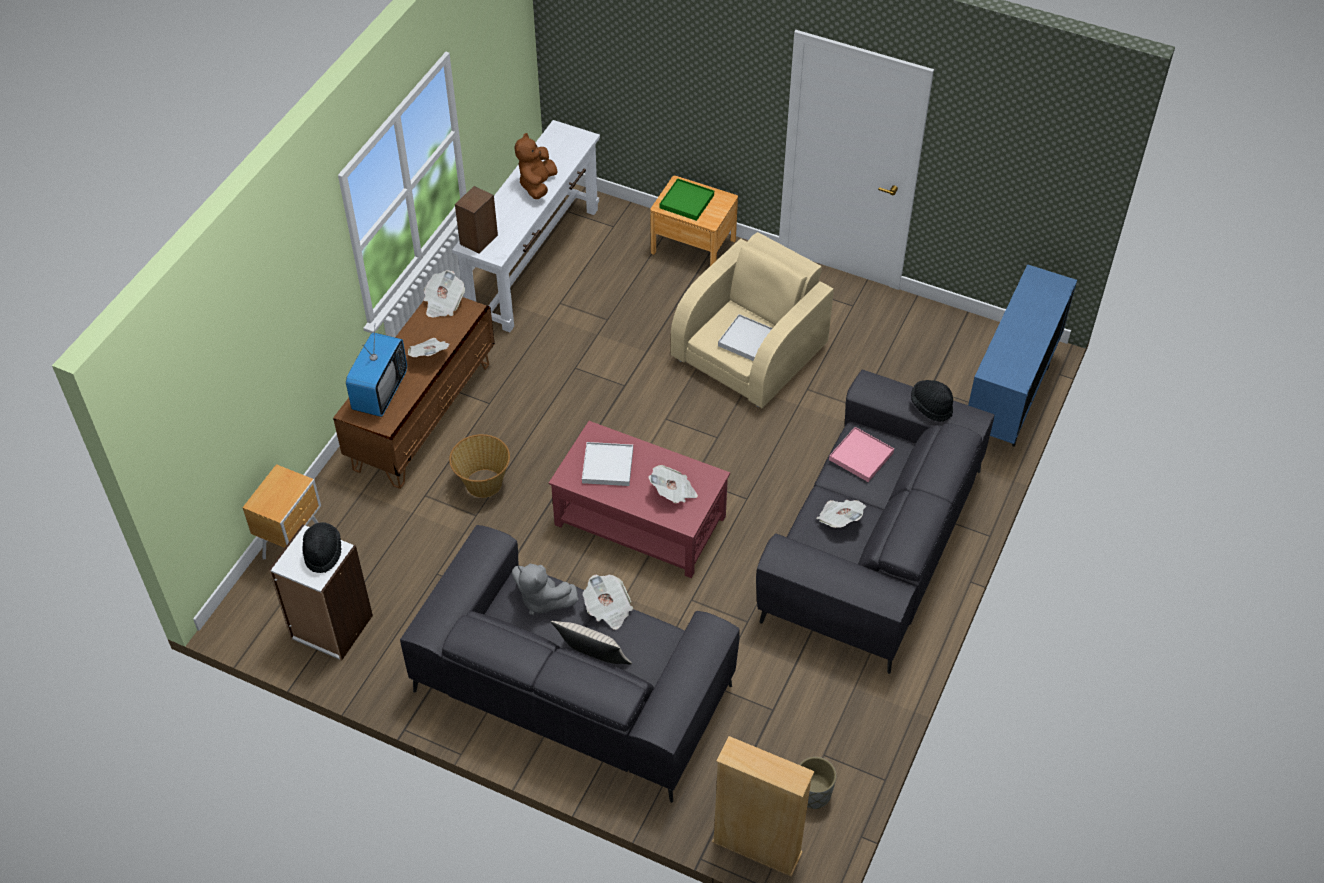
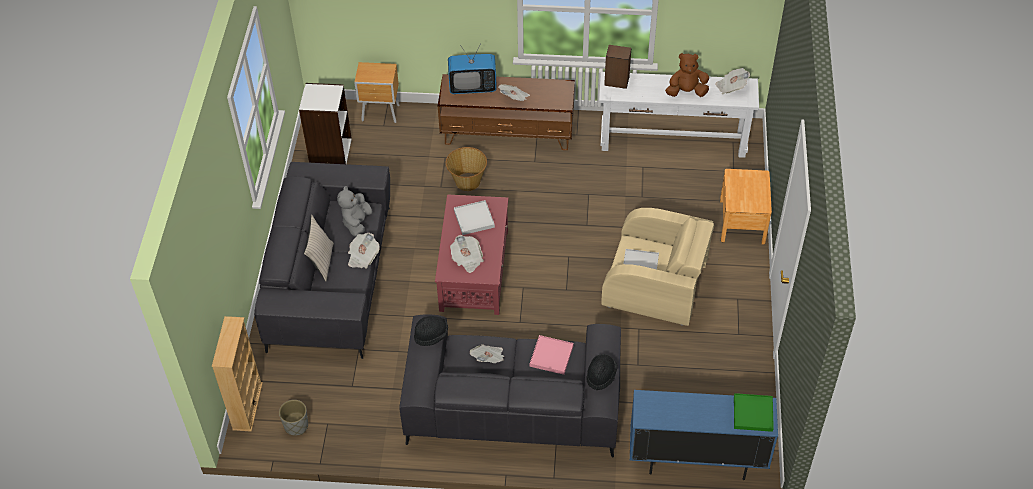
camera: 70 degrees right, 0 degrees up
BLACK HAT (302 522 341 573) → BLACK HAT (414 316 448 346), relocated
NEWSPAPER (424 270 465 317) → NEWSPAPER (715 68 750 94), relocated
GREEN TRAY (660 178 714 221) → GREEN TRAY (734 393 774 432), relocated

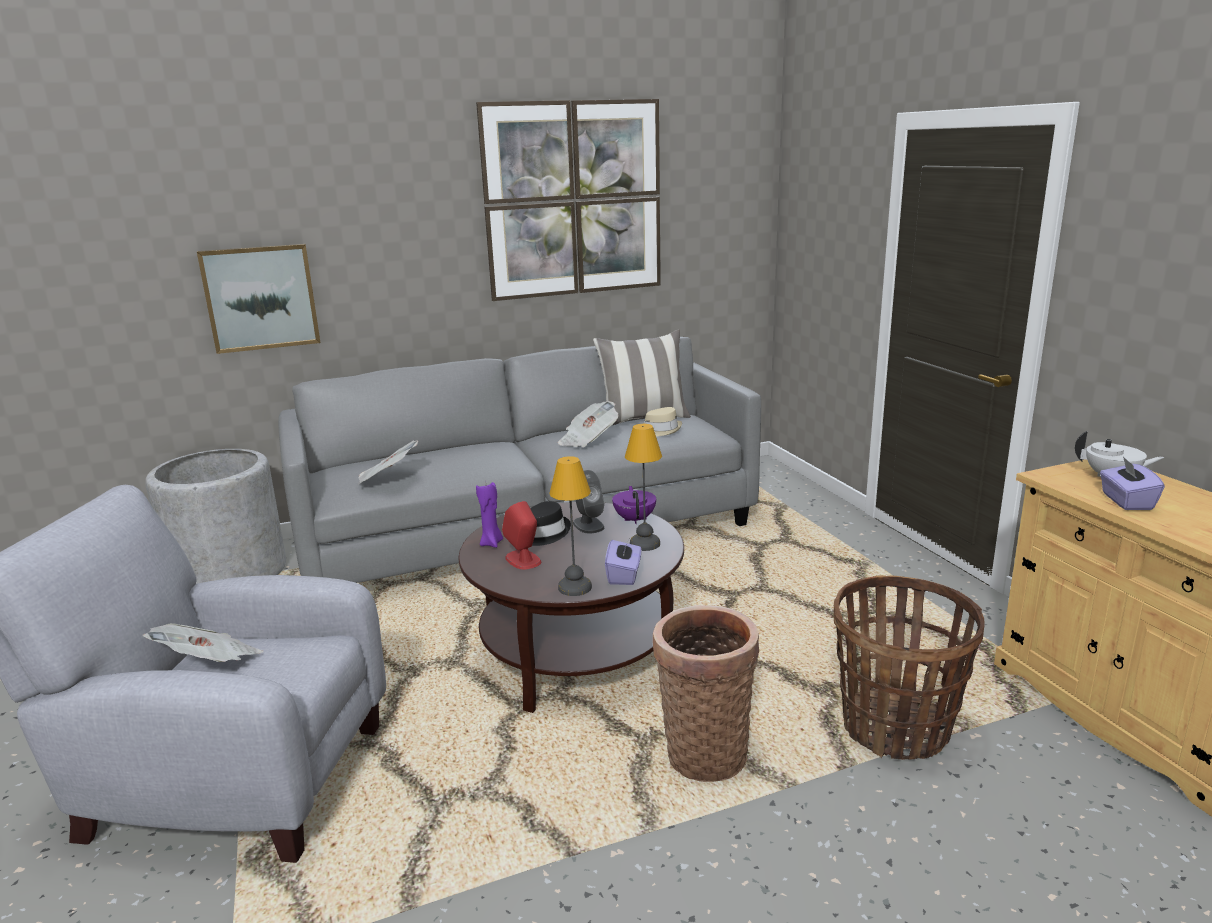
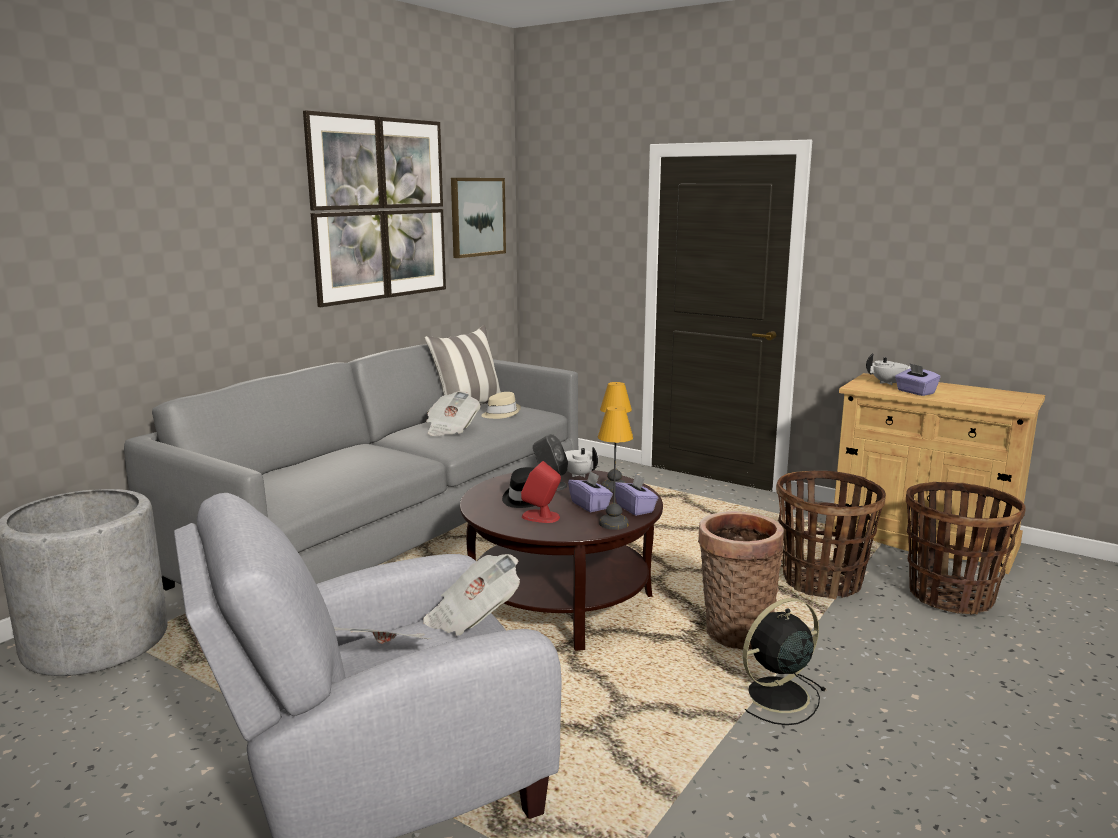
camera: 35 degrees left, 5 degrees down
PICTURE (197 244 320 354) → PICTURE (451 178 506 258), relocated
NEWSPAPER (359 440 418 484) → NEWSPAPER (423 554 520 636), relocated
PURPLE CANDLE (476 482 503 548) → -
PURPLE TEAPOT (612 486 656 524) → WHITE TEAPOT (564 447 599 478)
- → PURPLE TISSUE BOX (568 471 613 512)
- → BLACK FAN (743 598 827 725)
- → BASKET (906 482 1026 615)

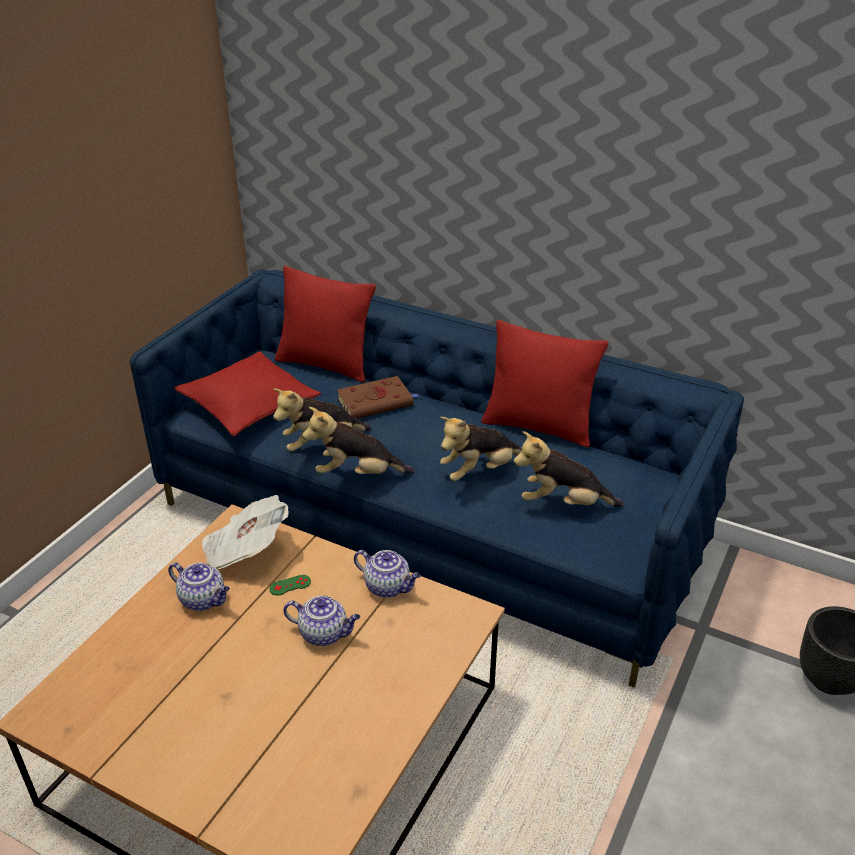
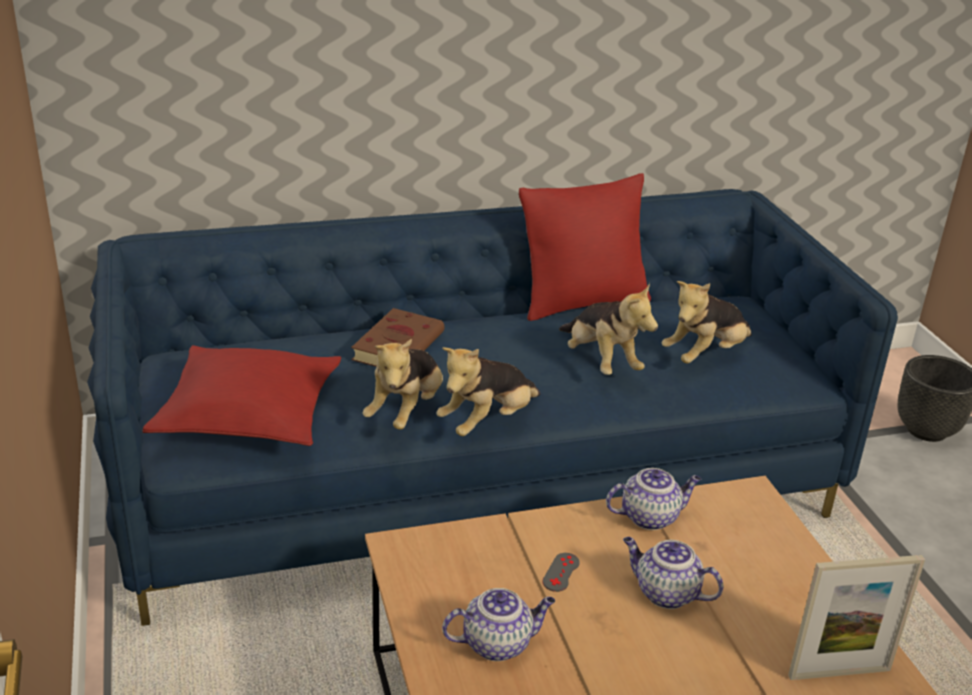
camera: 45 degrees left, 5 degrees down
NEWSPAPER (202 495 289 569) → -
GREEN GAME CONTROLLER (269 575 311 595) → GREY GAME CONTROLLER (542 553 580 592)
RED PILLOW (275 266 376 382) → -
TEAPOT (283 596 360 646) → TEAPOT (623 537 724 609), 120 degrees counterclockwise
PLUSH TOY (440 417 522 481) → PLUSH TOY (559 283 658 375), 45 degrees counterclockwise
- → PICTURE FRAME (788 555 925 680)

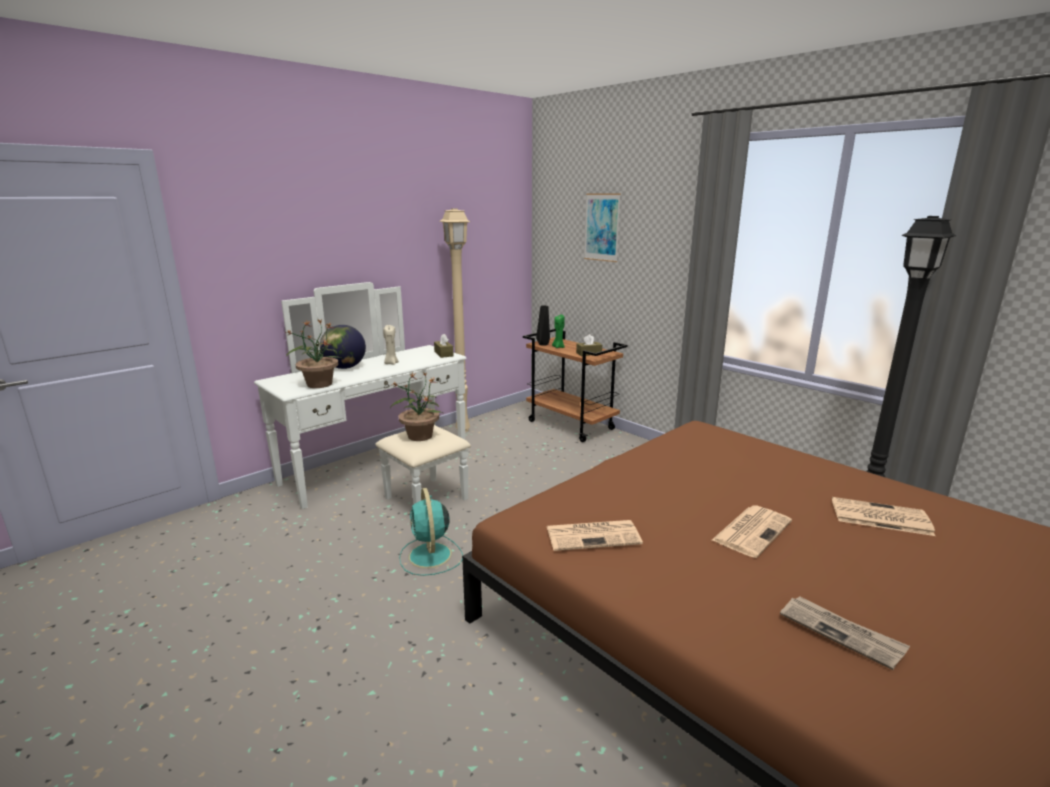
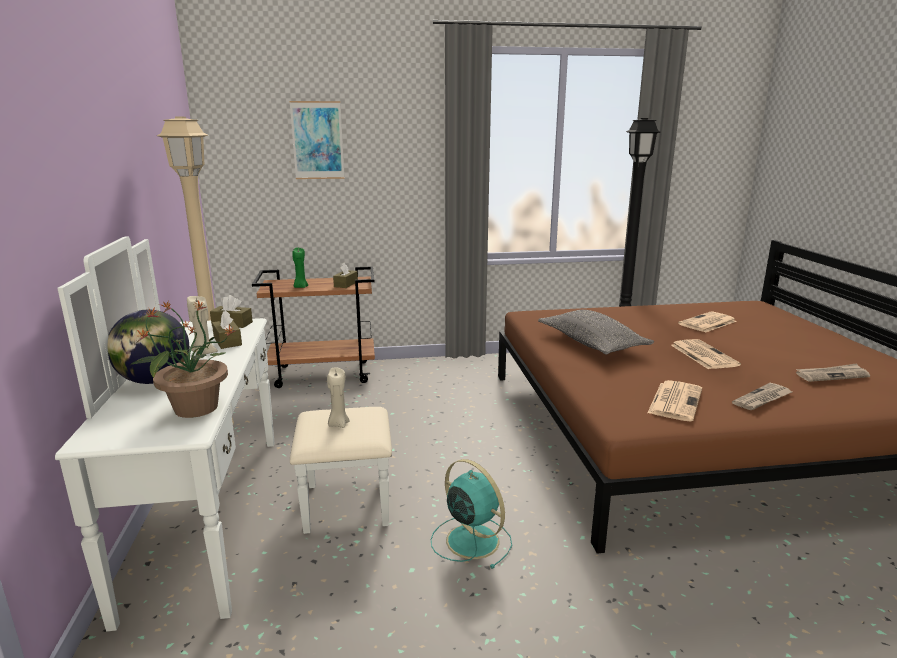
camera: 55 degrees left, 0 degrees up
POTTED PLANT (391 372 444 441) → BEIGE CANDLE (327 367 350 428)
TURQUOISE FAN (399 488 463 576) → TURQUOISE FAN (431 459 512 569), 150 degrees counterclockwise
BLACK VASE (536 305 550 346) → -
- → BROWN TISSUE BOX (212 310 242 349)
- → GREY PILLOW (538 310 654 355)
- → NEWSPAPER (732 383 792 410)

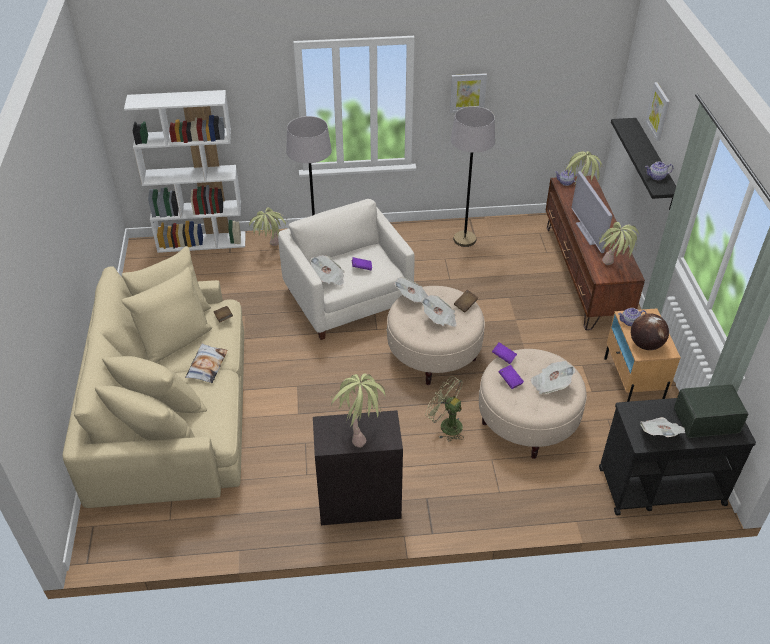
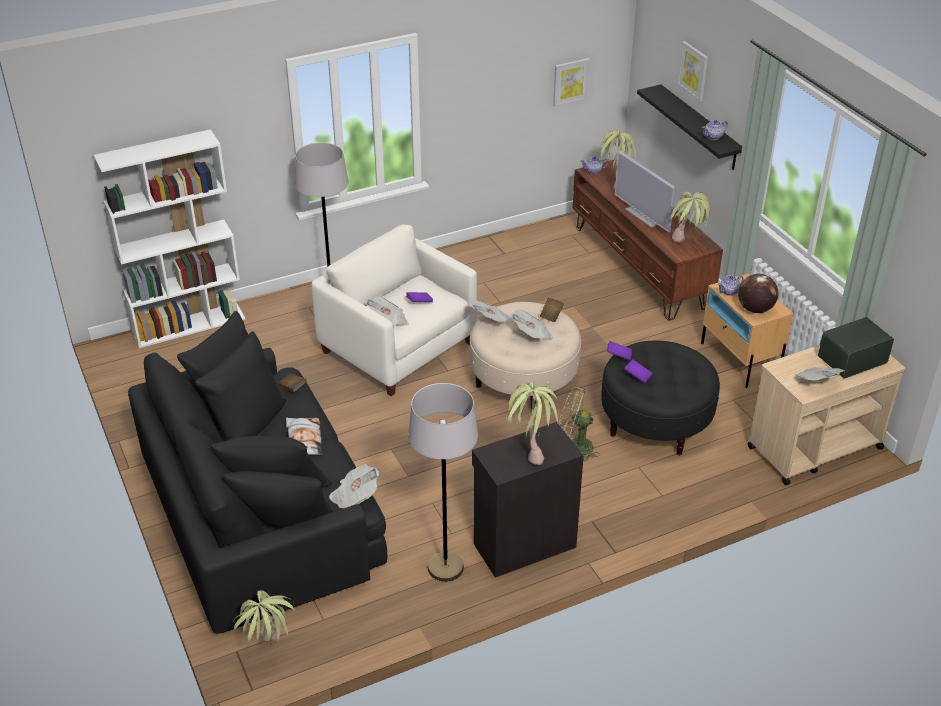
camera: 20 degrees left, 5 degrees down
BEIGE SOFA (63 246 244 508) → BLACK SOFA (128 311 387 634)
POTTED PLANT (249 207 286 246) → POTTED PLANT (233 590 295 643), relocated
PICTURE (450 73 487 113) → PICTURE (553 58 590 107), relocated
GREY FLOOR LAMP (451 106 495 247) → GREY FLOOR LAMP (408 383 478 582), relocated
BEIGE OTTOMAN (479 349 587 459) → BLACK OTTOMAN (601 341 720 455)
NEWSPAPER (530 361 575 394) → NEWSPAPER (329 464 379 508), relocated
BLACK CART (599 398 756 515) → BEIGE CART (747 345 905 485)

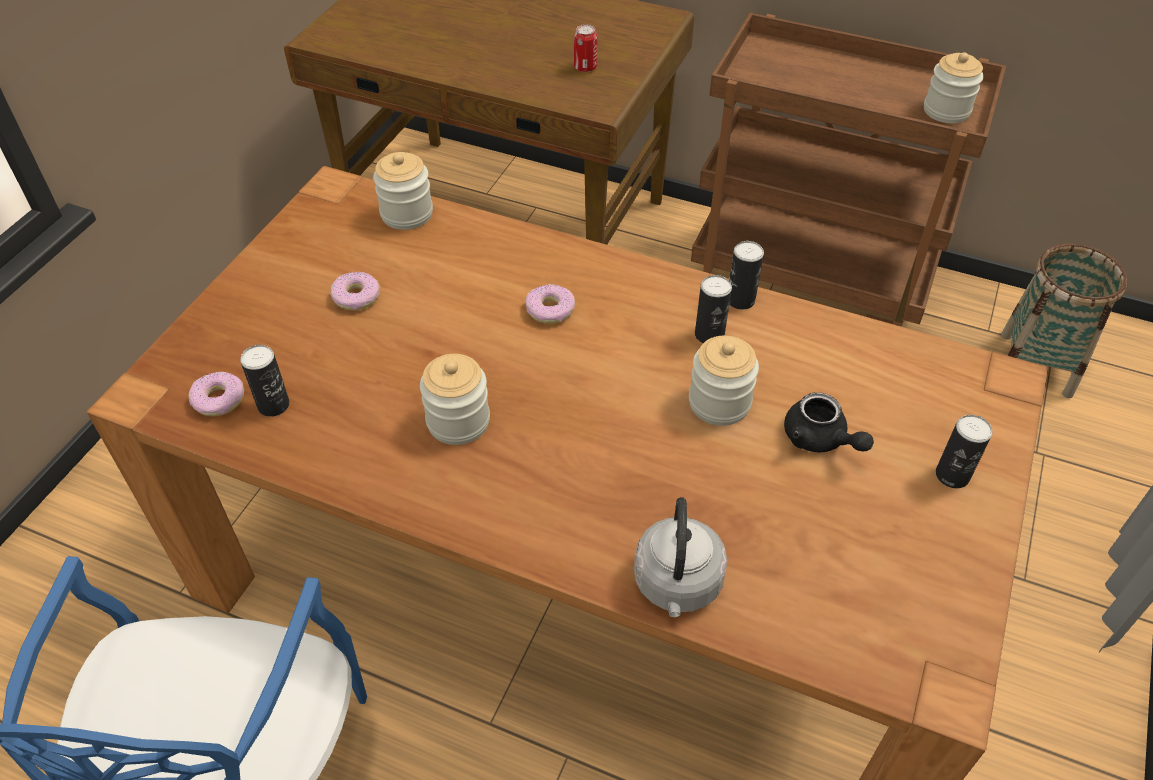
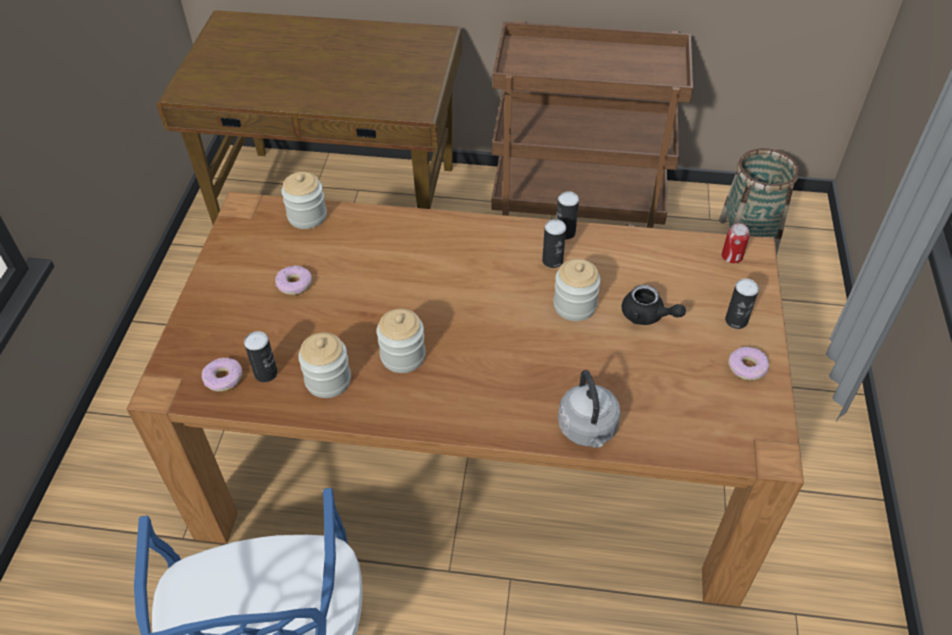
camera: 15 degrees left, 0 degrees up
DONUT (525 284 575 324) → DONUT (728 347 769 380), relocated
CAN (574 24 597 72) → CAN (722 224 750 263), relocated
JAR (924 52 984 123) → JAR (298 332 351 398), relocated

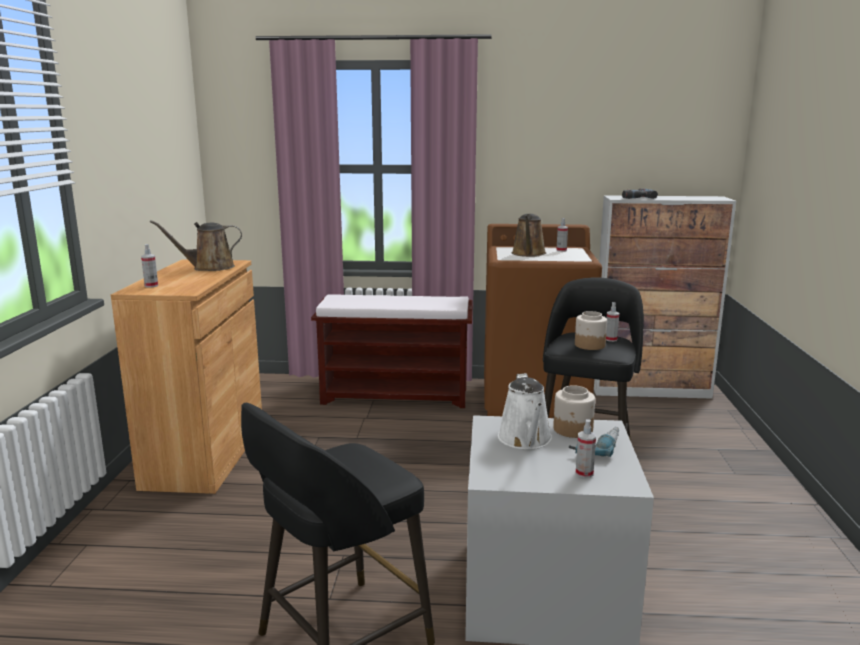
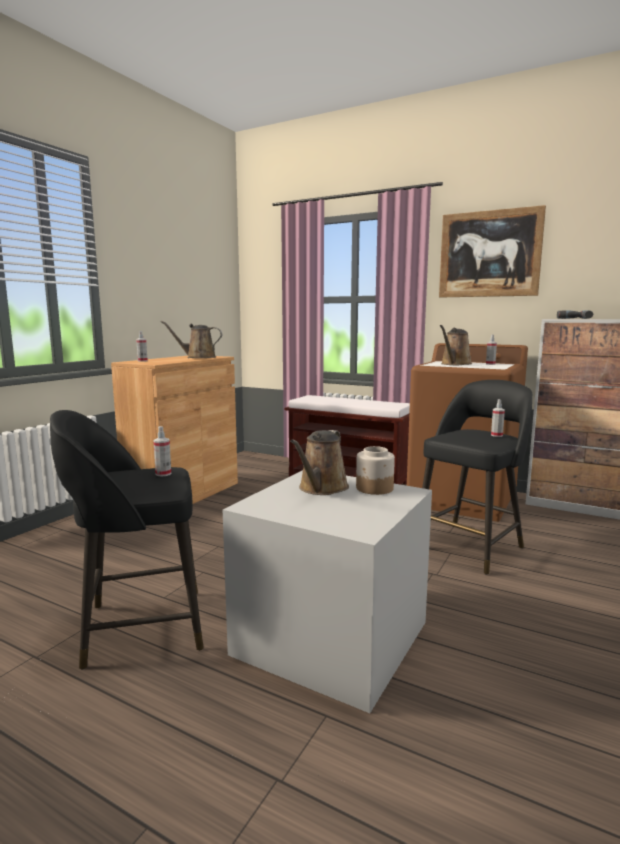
camera: 25 degrees right, 5 degrees down
WHITE WATERING CAN (498 373 552 449) → BROWN WATERING CAN (290 430 349 495)
POWER DRILL (569 427 619 457) → -
JAR (575 311 607 350) → -
SPRAY BOTTLE (576 419 596 478) → SPRAY BOTTLE (153 426 171 477), relocated
- → PICTURE (439 205 546 297)

